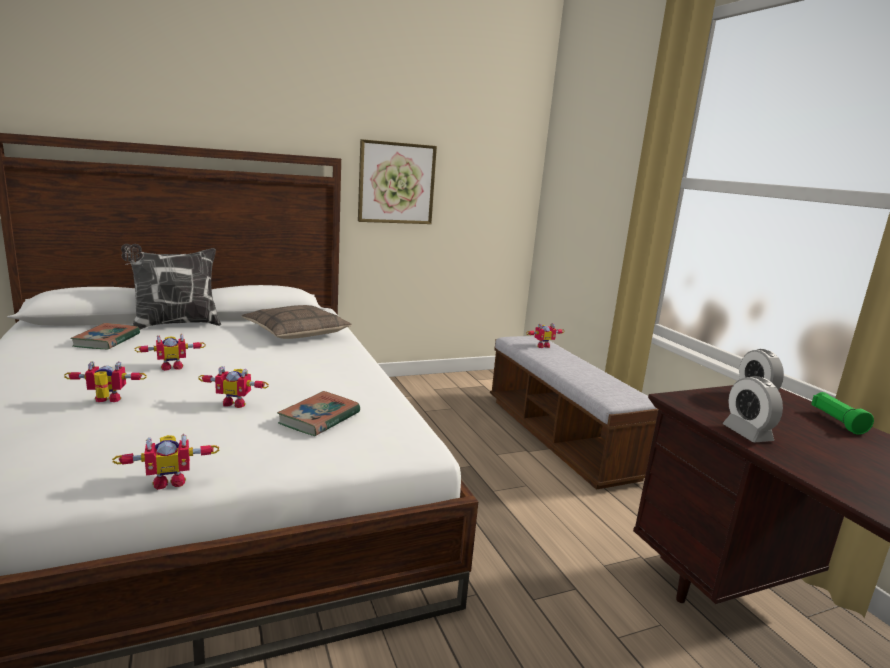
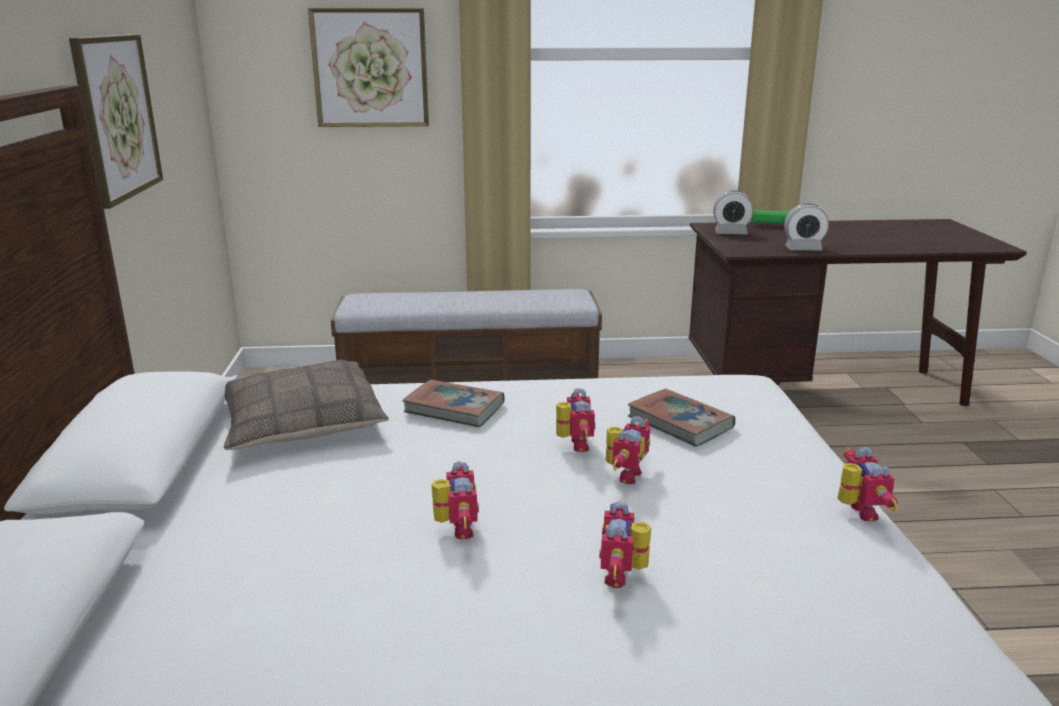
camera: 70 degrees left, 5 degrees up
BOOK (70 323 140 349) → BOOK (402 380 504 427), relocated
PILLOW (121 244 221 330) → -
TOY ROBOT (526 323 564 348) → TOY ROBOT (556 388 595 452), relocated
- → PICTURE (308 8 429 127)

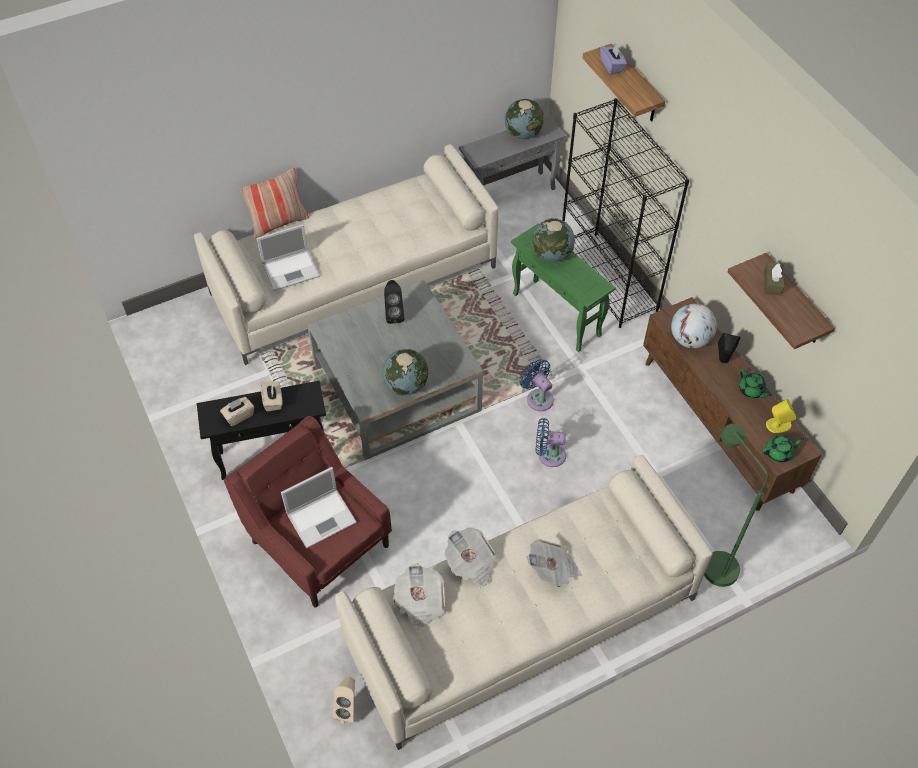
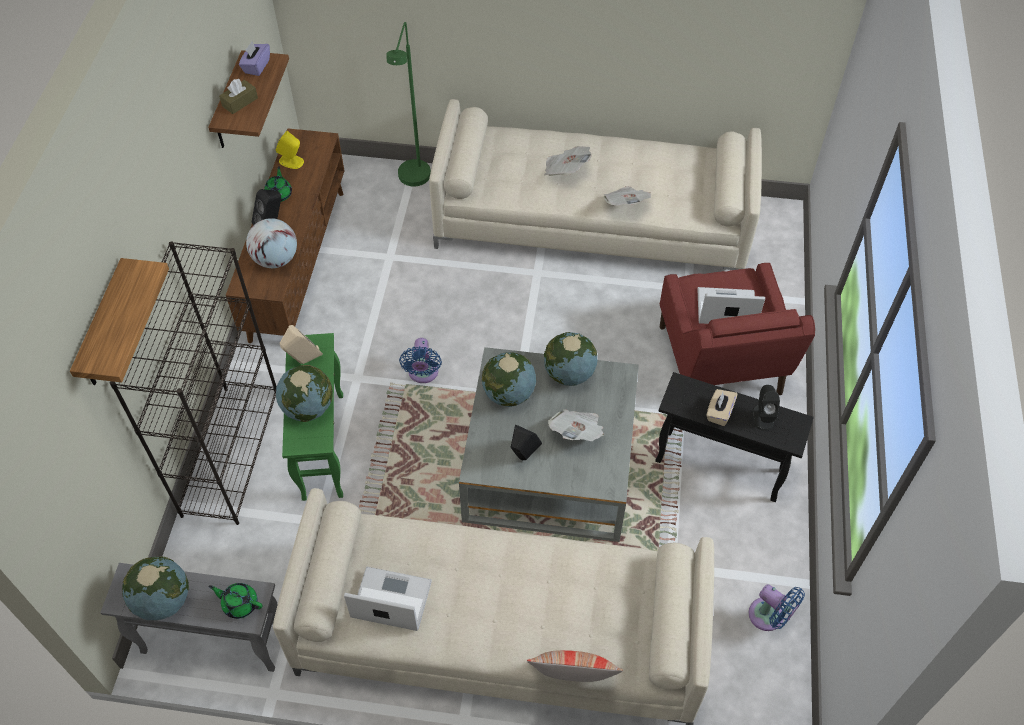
camera: 145 degrees left, 0 degrees up
BEIGE TISSUE BOX (220 397 254 426) → BLACK SPEAKER (752 385 780 431)
LAPTOP (257 224 320 291) → LAPTOP (344 566 432 631), relocated
BEIGE SPEAKER (332 677 355 724) → BEIGE SPEAKER (280 325 323 364), relocated
NEWSPAPER (393 563 445 630) → NEWSPAPER (548 409 604 441), relocated
BLUE FAN (536 418 566 467) → BLUE FAN (748 584 805 631), relocated
PURPLE TISSUE BOX (600 44 627 74) → PURPLE TISSUE BOX (239 41 270 76), relocated
GREEN TEAPOT (762 435 804 462) → GREEN TEAPOT (209 583 263 619), relocated
- → GLOBE (482 352 536 407)

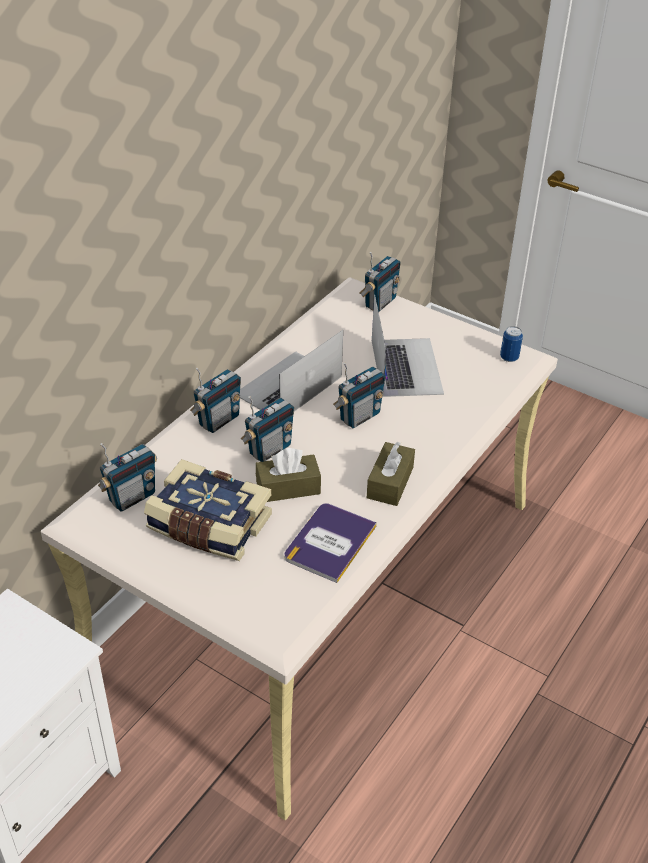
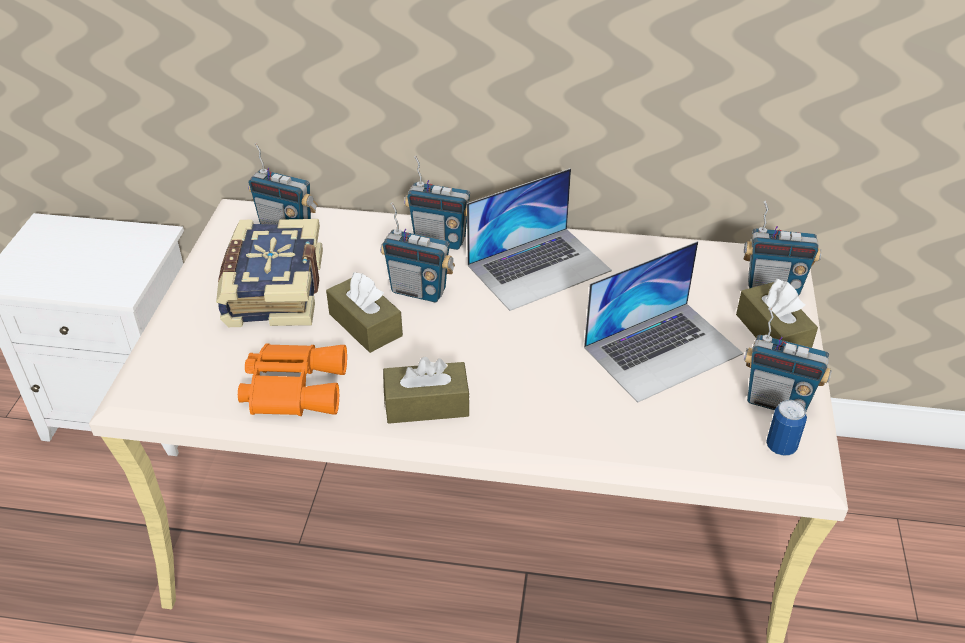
camera: 65 degrees right, 0 degrees up
LAPTOP (240 330 343 412) → LAPTOP (467 168 612 311), 135 degrees clockwise
BOOK (284 503 377 583) → ORANGE BINOCULARS (238 343 347 416)
RADIO (333 363 386 428) → RADIO (744 307 832 411), relocated
- → BROWN TISSUE BOX (736 279 818 348)

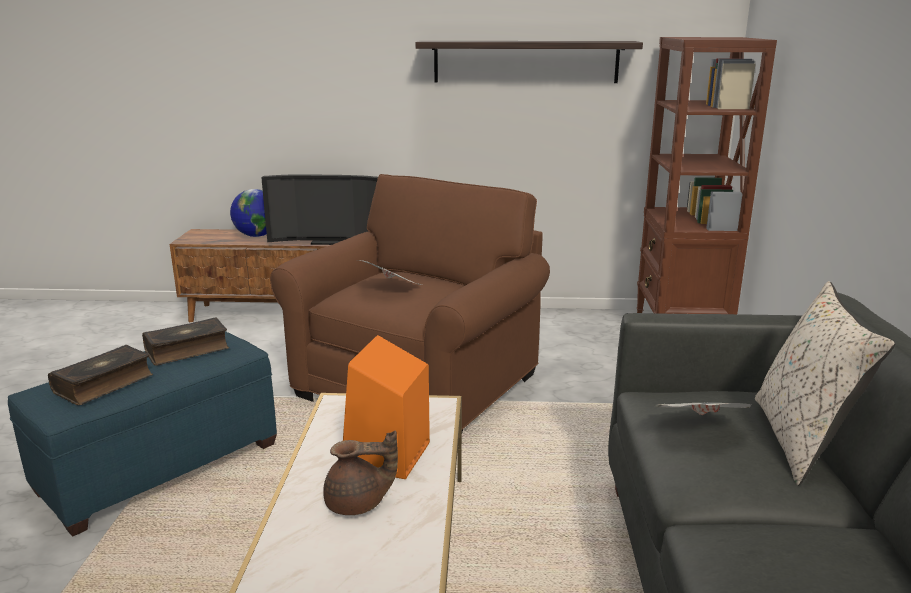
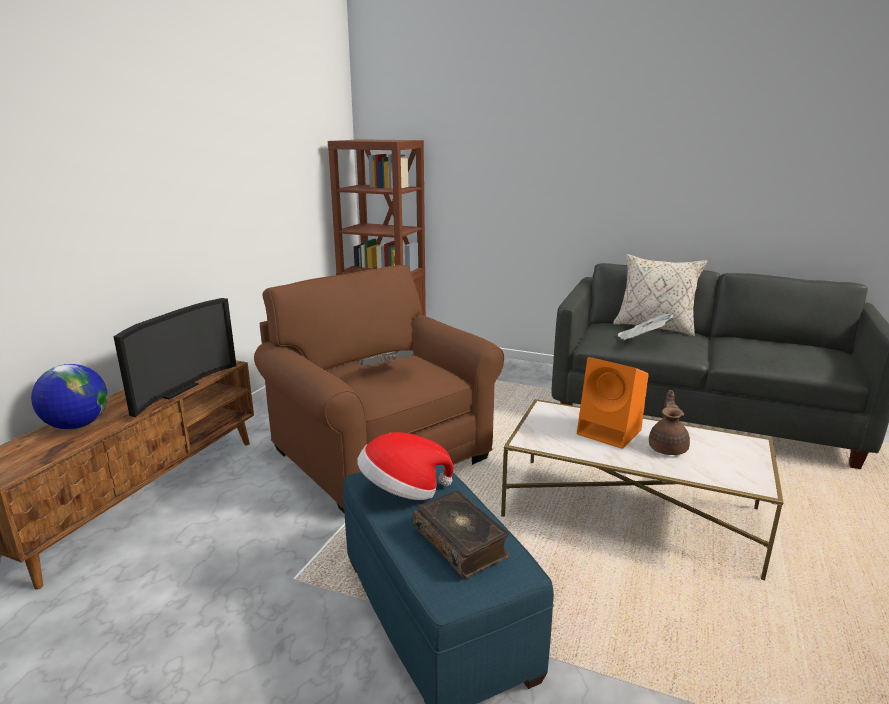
camera: 70 degrees left, 0 degrees up
BOOK (142 317 229 366) → HAT (357 432 454 500)
SHELF (416 41 643 83) → -

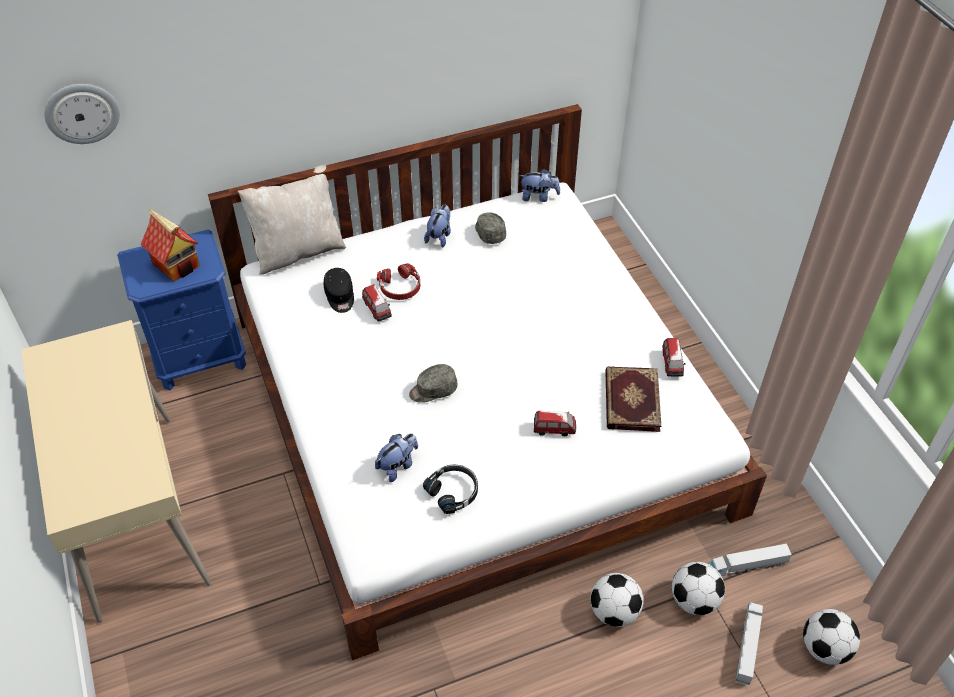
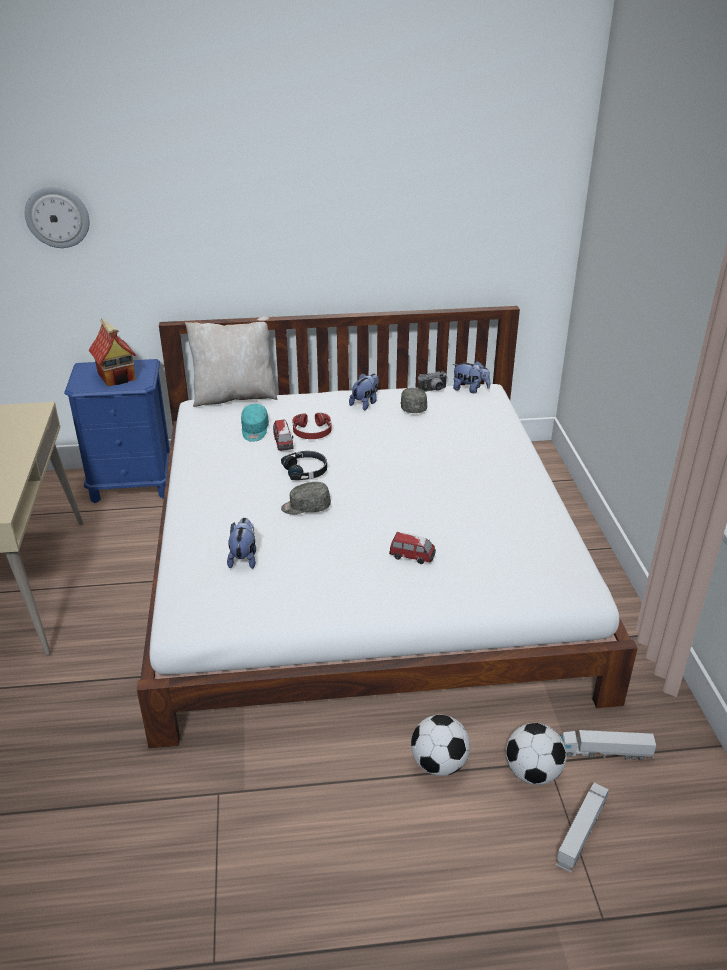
camera: 15 degrees right, 15 degrees down
BLACK CAP (324 268 354 313) → TURQUOISE CAP (241 404 269 442)
PLUSH TOY (375 434 418 482) → PLUSH TOY (227 518 256 569), 60 degrees counterclockwise
BLACK HEADPHONES (423 465 478 514) → BLACK HEADPHONES (281 451 327 480), relocated
BOOK (605 366 661 432) → -
TOY CAR (662 338 685 377) → -
FOOTBALL (803 609 860 665) → -
- → PHOTO CAMERA (417 371 447 392)

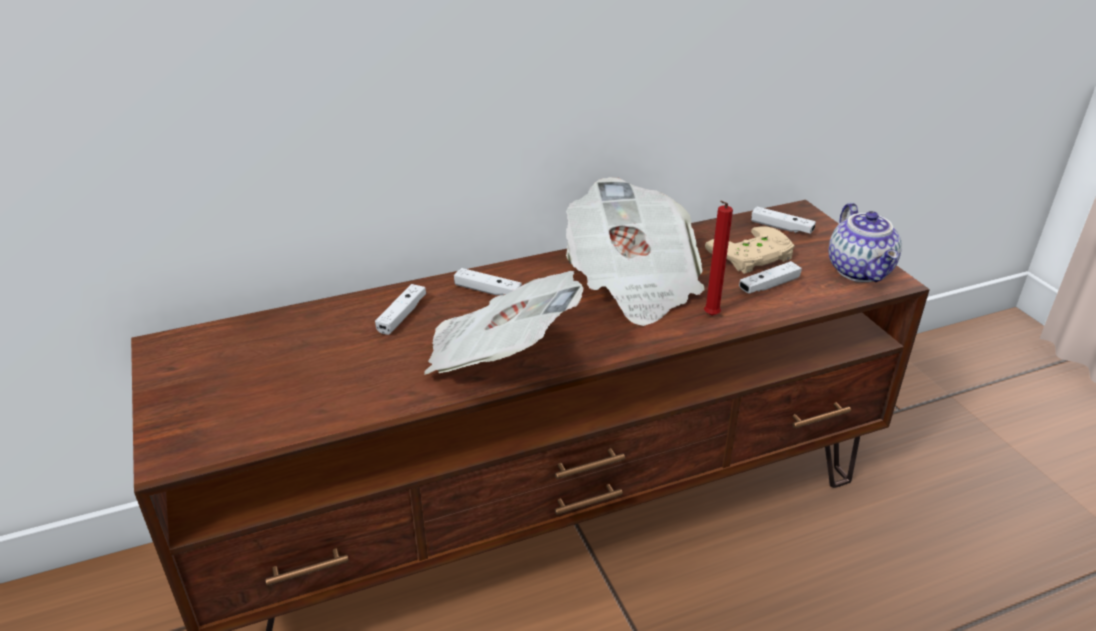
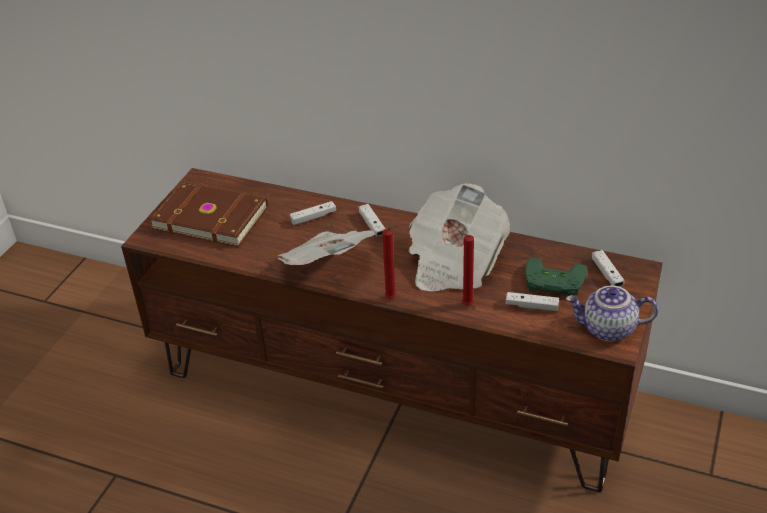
camera: 45 degrees right, 5 degrees up
BEIGE GAME CONTROLLER (705 226 795 274) → GREEN GAME CONTROLLER (525 258 587 296)
TEAPOT (829 203 902 282) → TEAPOT (566 286 658 342), 60 degrees clockwise
- → BROWN BOOK (149 182 268 247)
- → RED CANDLE (382 226 397 299)

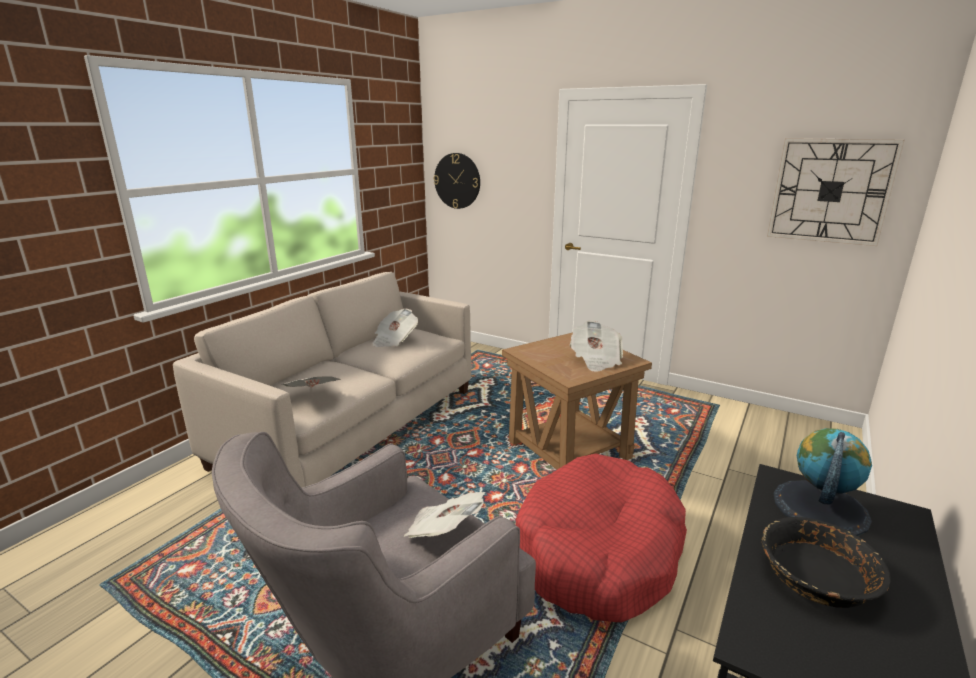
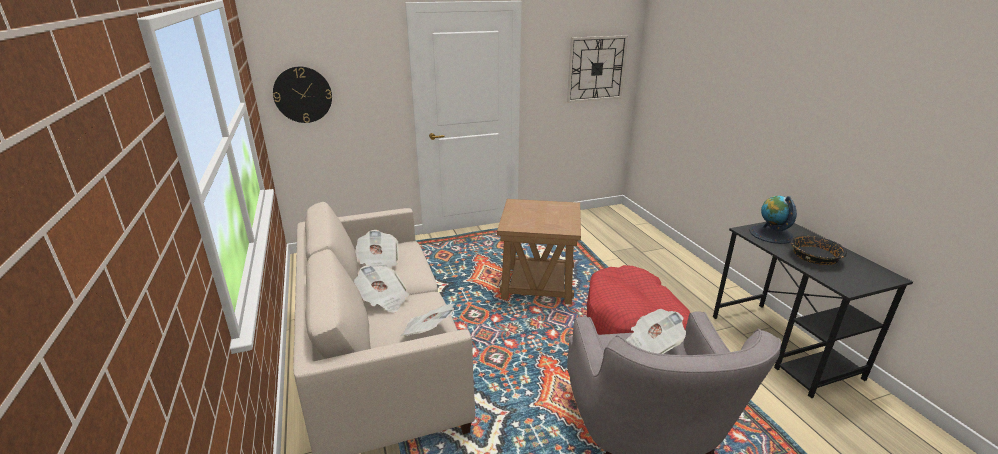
camera: 50 degrees left, 5 degrees up
NEWSPAPER (569 321 623 372) → NEWSPAPER (354 265 409 313), relocated

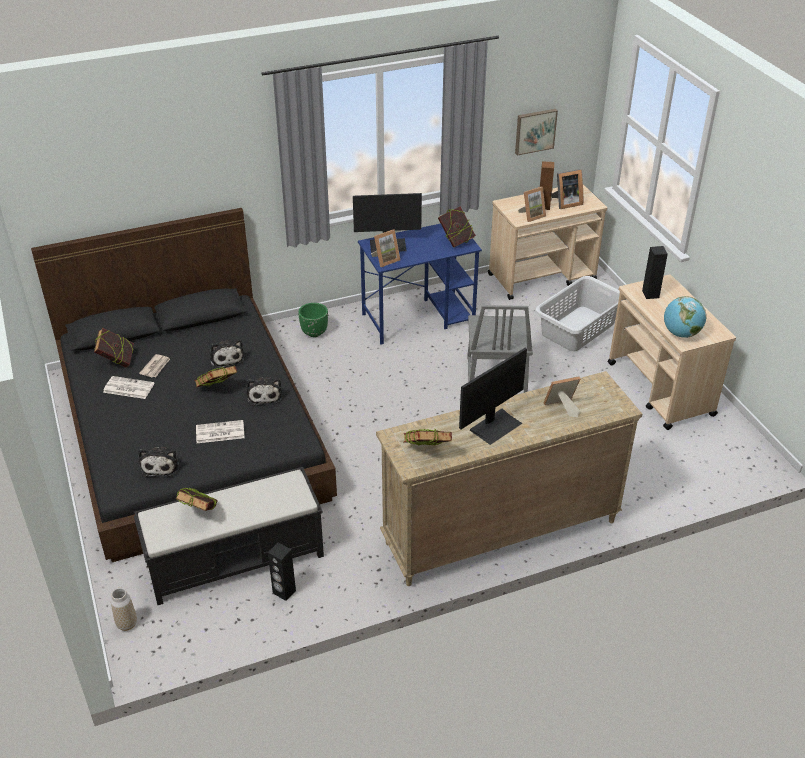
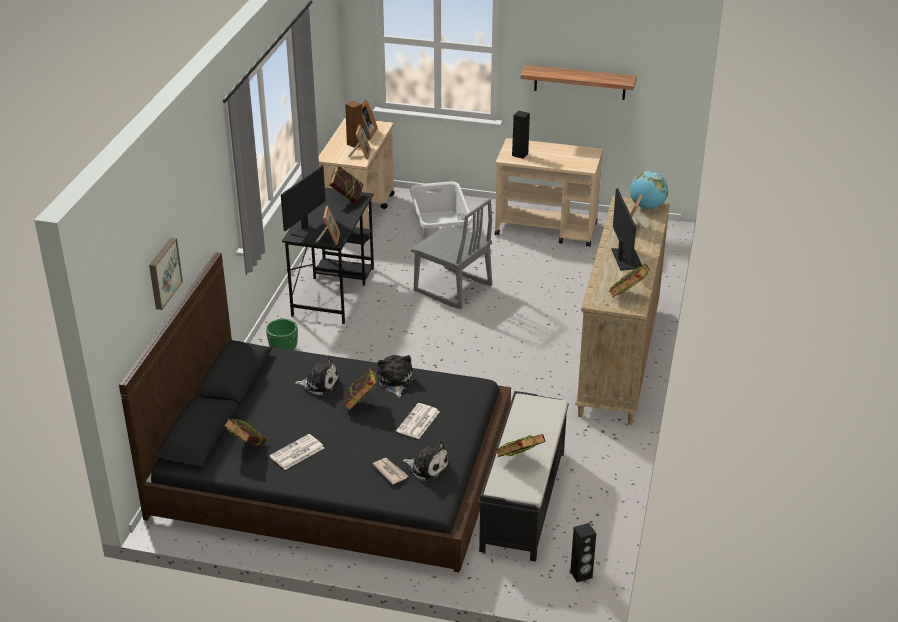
camera: 55 degrees left, 5 degrees down
VASE (111 588 137 631) → -
NEWSPAPER (139 354 170 377) → NEWSPAPER (373 458 408 484), relocated
PLUSH TOY (247 377 282 406) → PLUSH TOY (377 355 413 397), 120 degrees counterclockwise
BLACK SPEAKER (268 542 296 601) → BLACK SPEAKER (570 523 596 582), relocated
BLUE DESK (358 224 482 345) → BLACK DESK (282 188 374 324)
PICTURE (515 109 558 156) → PICTURE (149 238 183 310), relocated
GLOBE (664 296 707 338) → GLOBE (630 171 668 209), relocated
- → SHELF (521 65 637 100)

